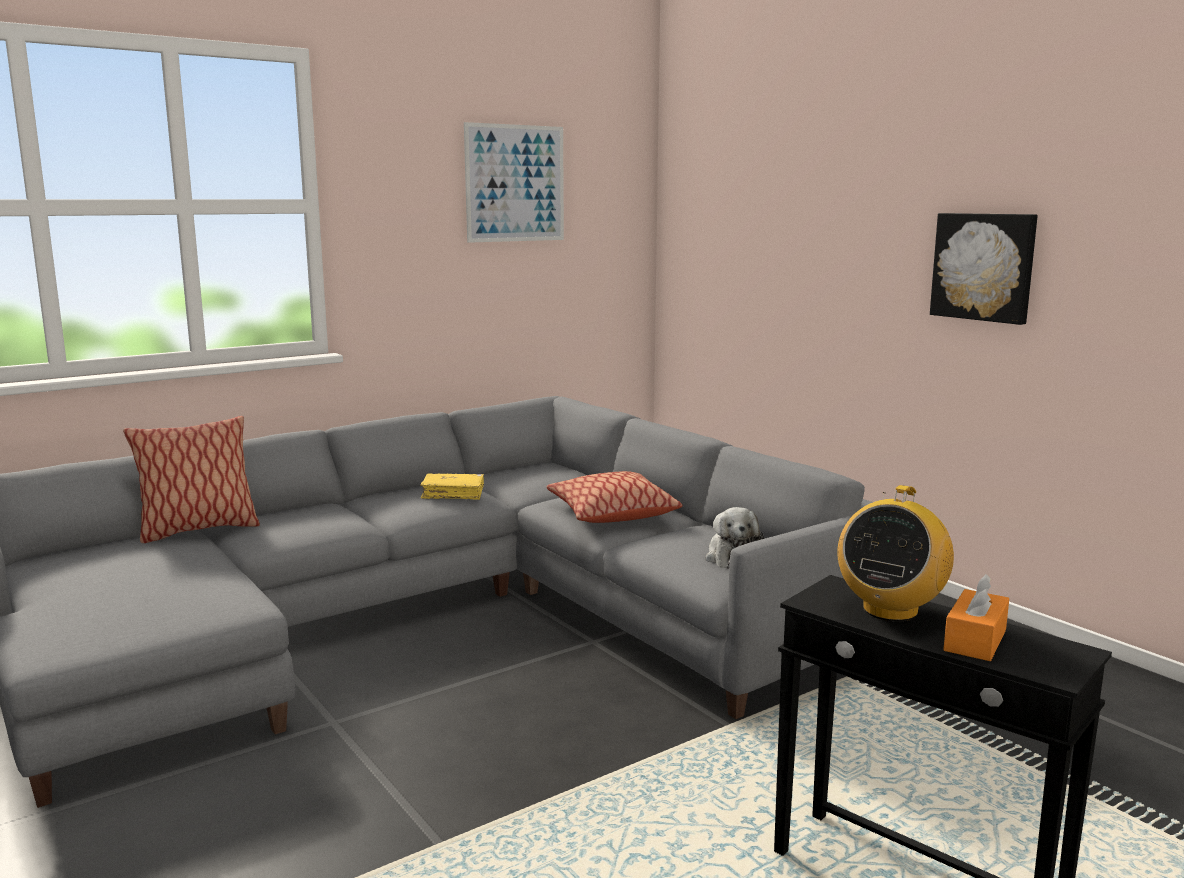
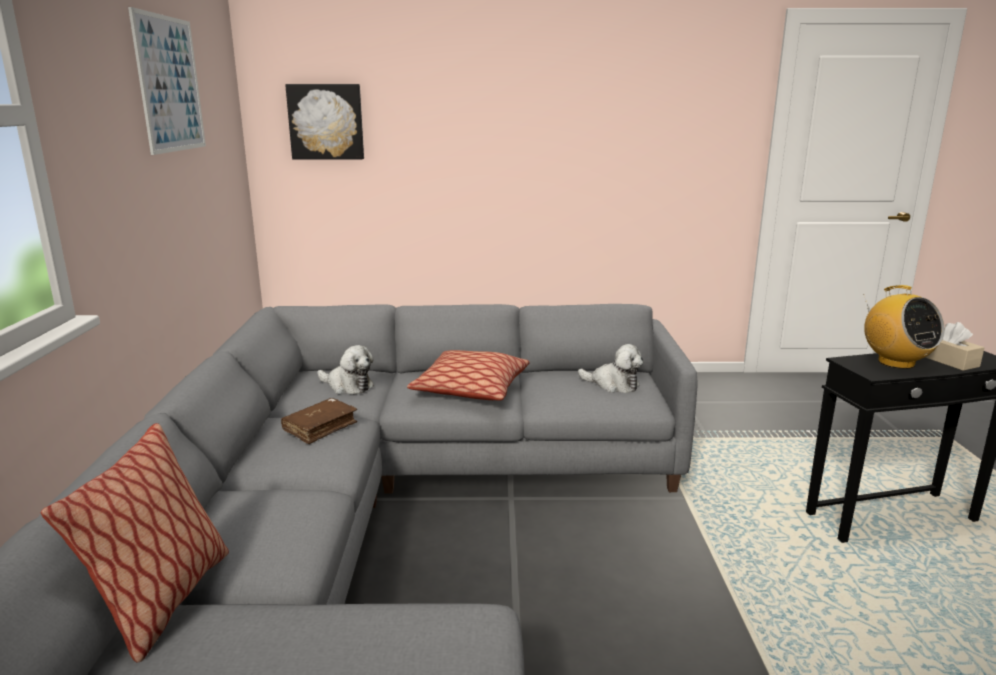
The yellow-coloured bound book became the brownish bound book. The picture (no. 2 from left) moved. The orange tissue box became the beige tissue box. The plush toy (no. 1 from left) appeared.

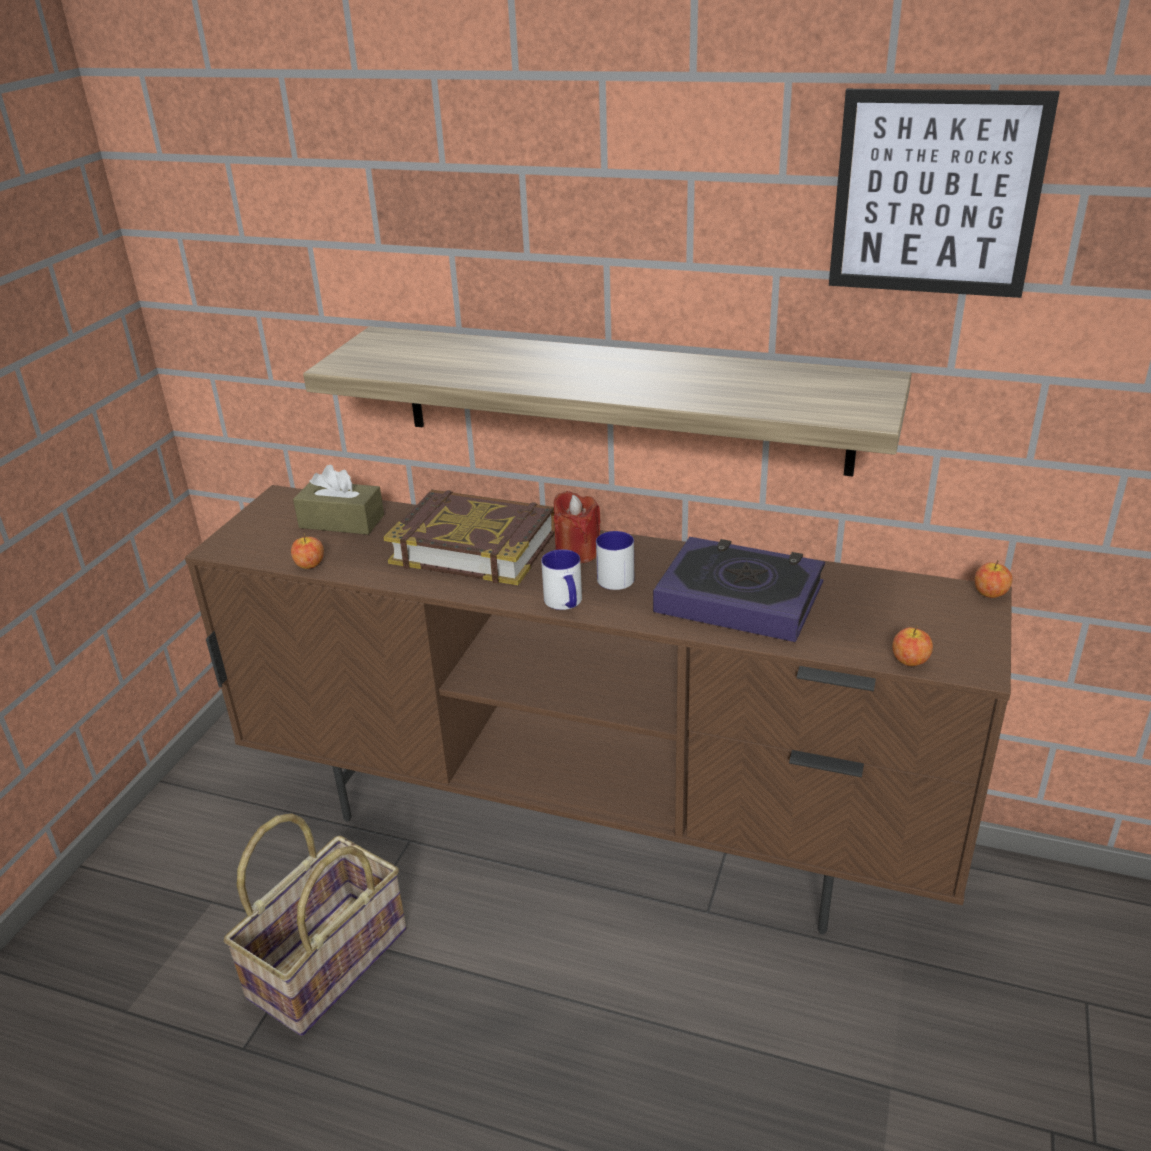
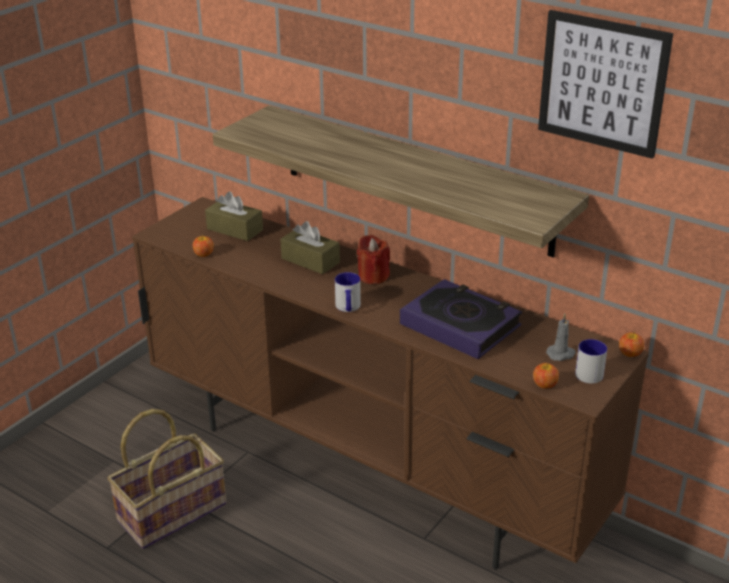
The bound book (no. 1 from left) was replaced by the brownish tissue box (no. 2 from left). The tea mug (no. 2 from left) moved. The grey wax candle appeared.

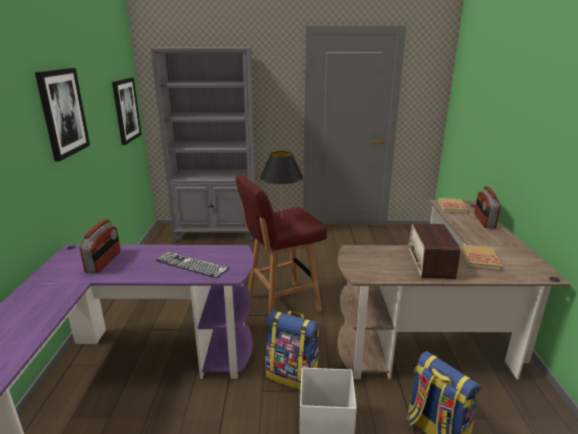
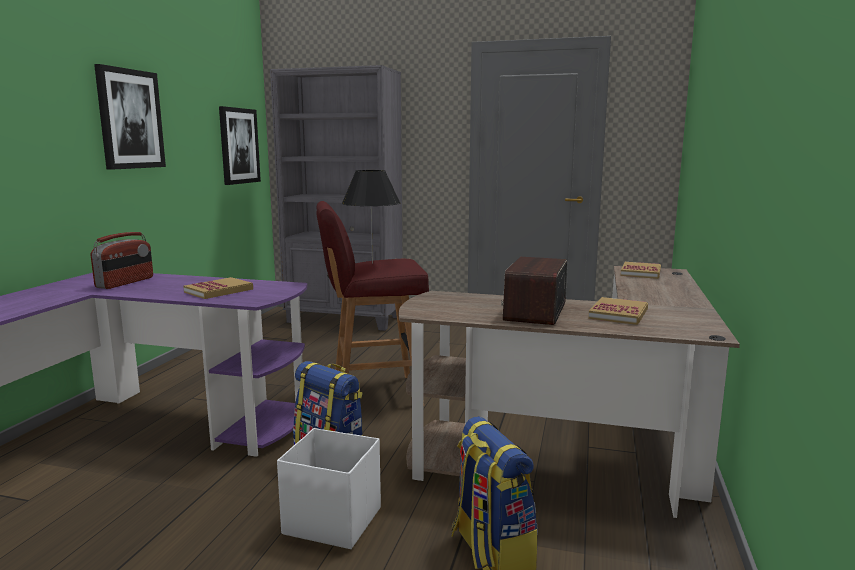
The keyboard was replaced by the bound book (no. 1 from left). The radio receiver (no. 3 from left) disappeared.

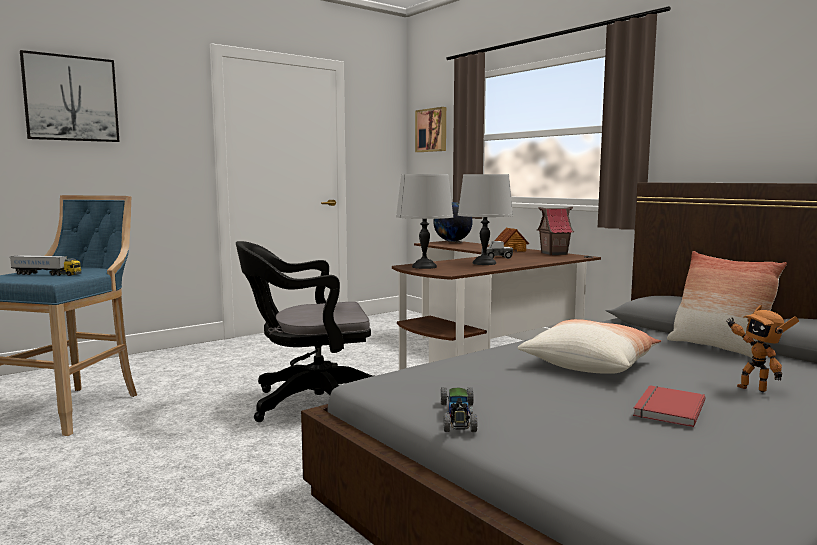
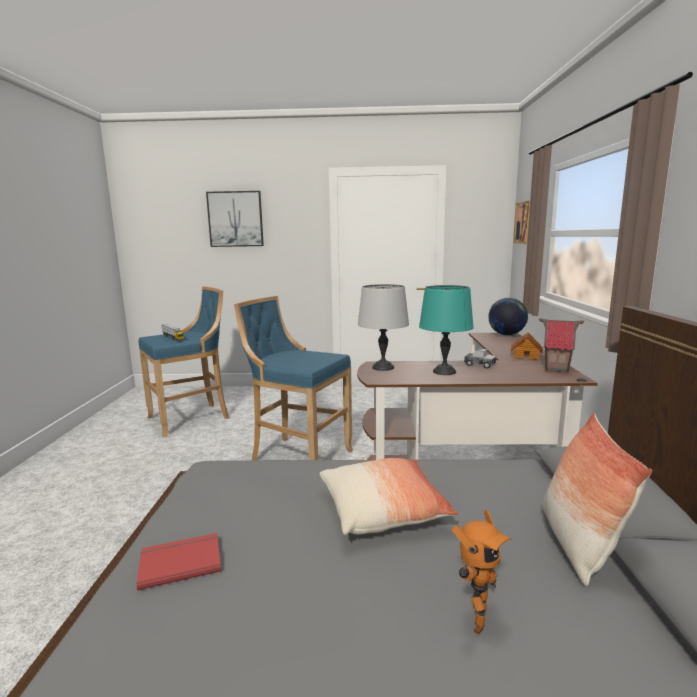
The black desk chair was replaced by the blue sitting stool (no. 2 from left). The miniature car disappeared. The grey lamp for a table (no. 2 from left) became the turquoise-coloured lamp for a table. The reddish bound book moved. The robot figure turned 150 degrees counterclockwise.

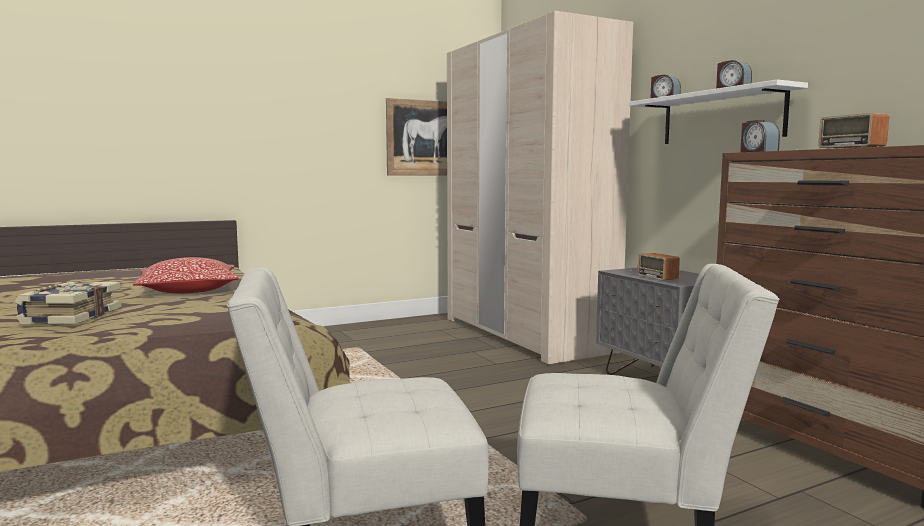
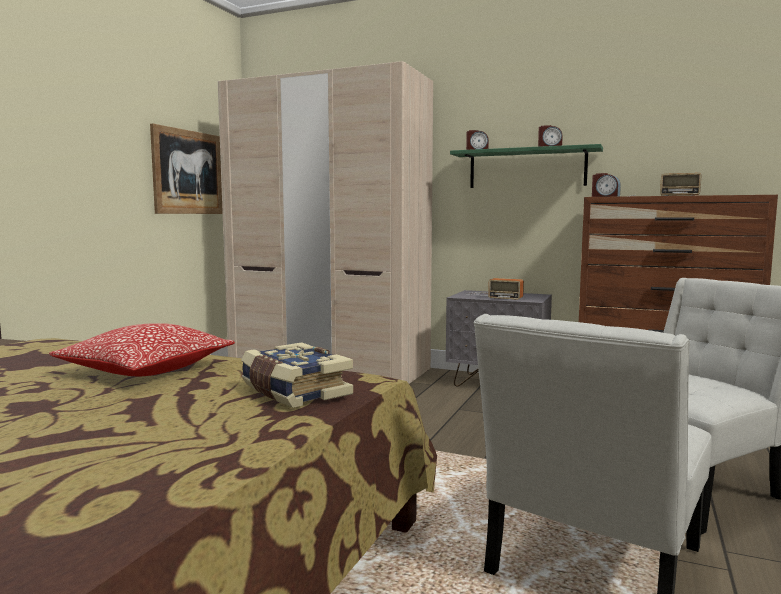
The bound book moved. The white-coloured shelf became the green shelf.

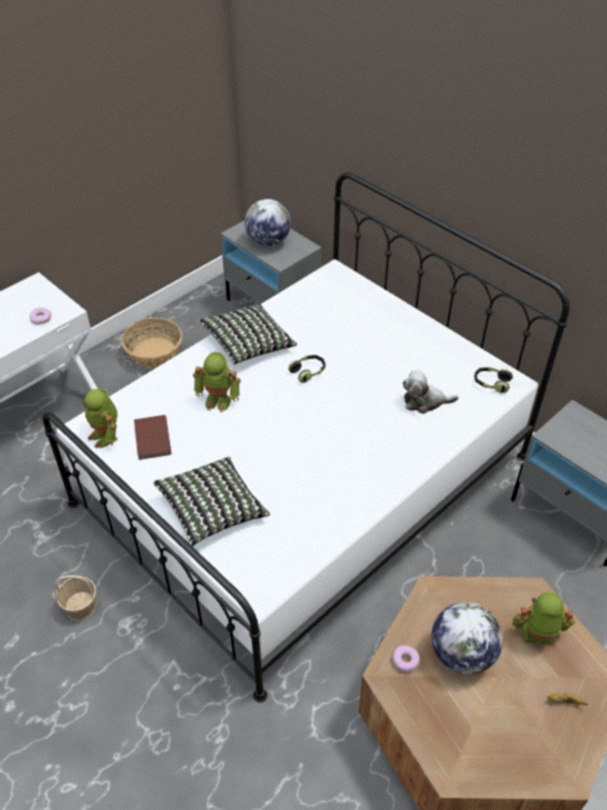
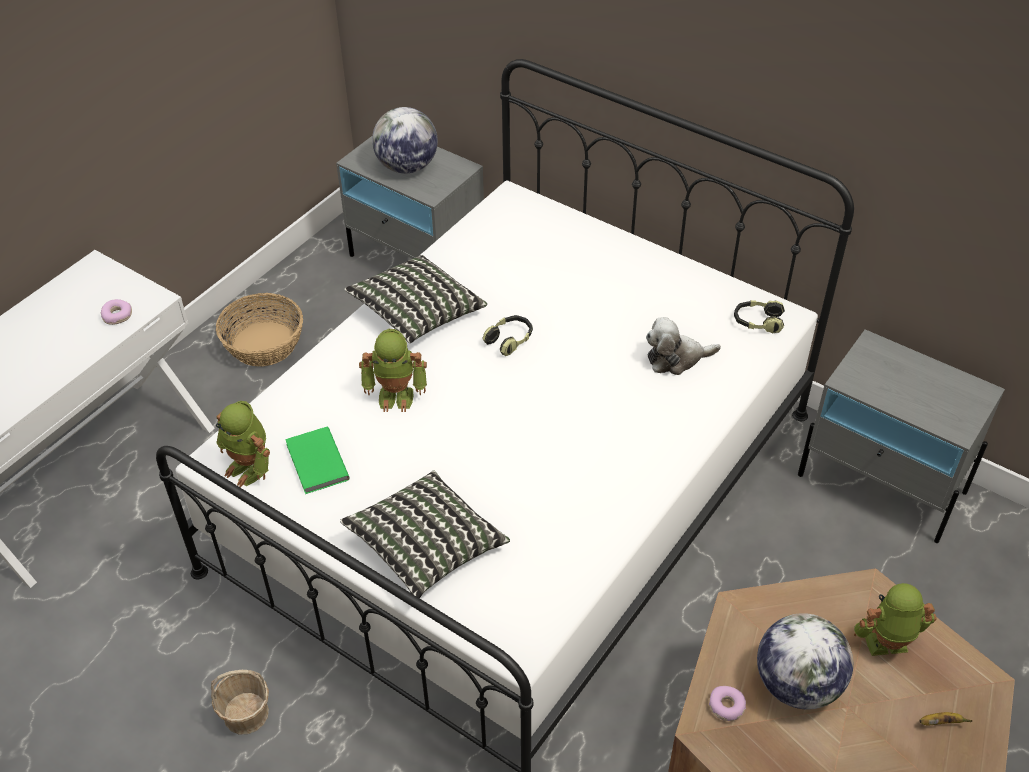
The brownish bound book became the green bound book.

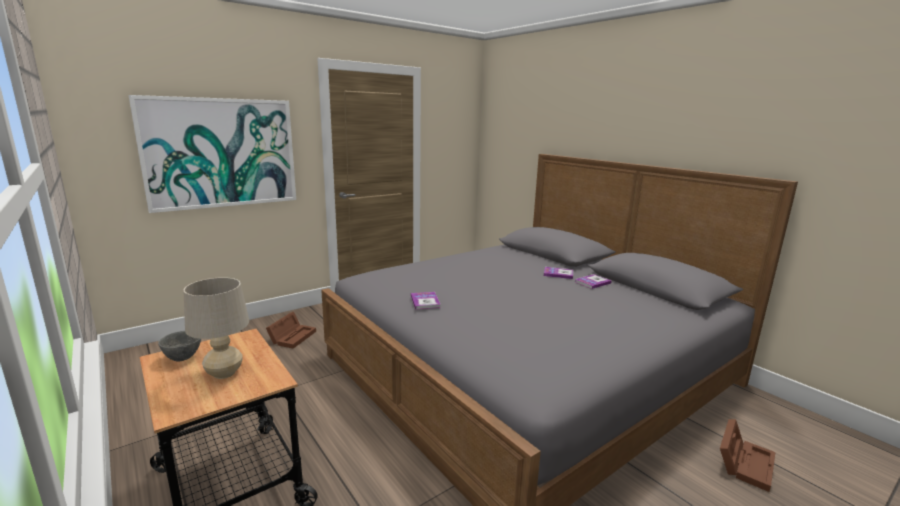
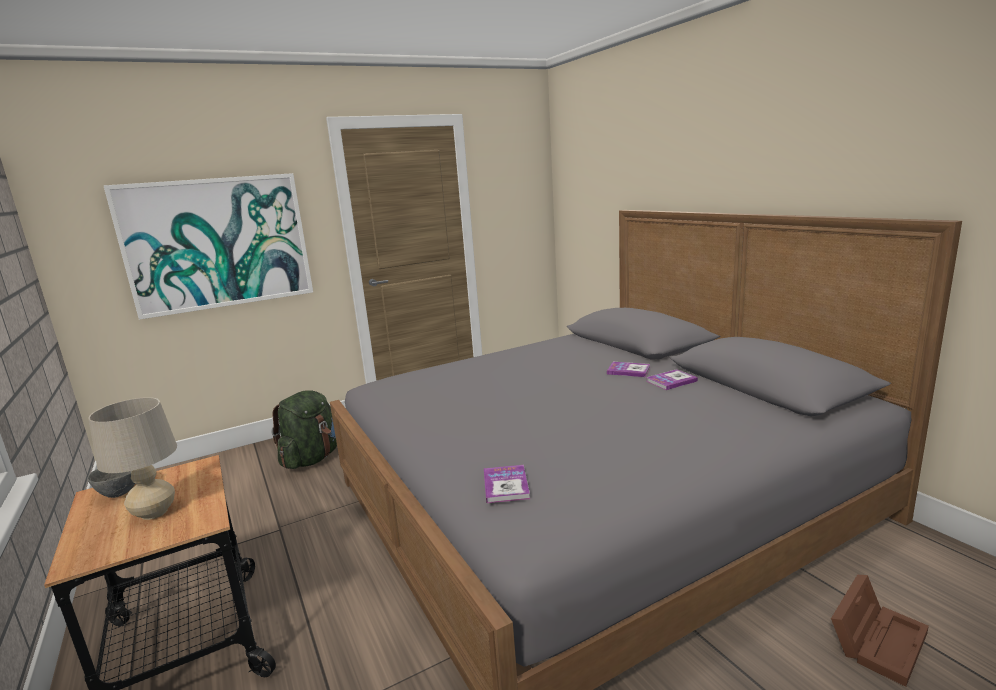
The brownish storage box (no. 1 from left) was replaced by the green backpack. The bound book (no. 1 from left) moved.

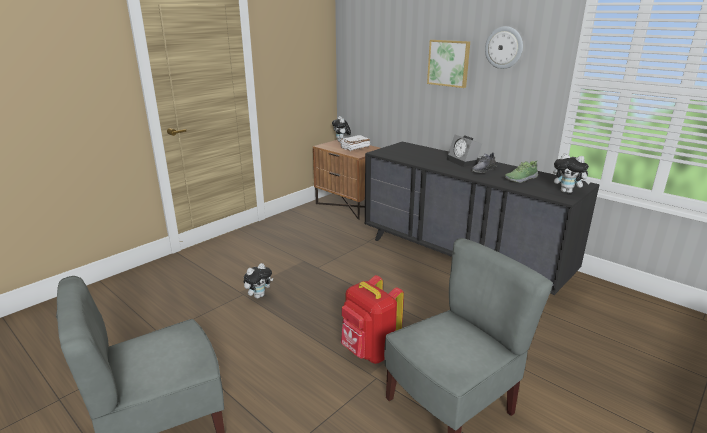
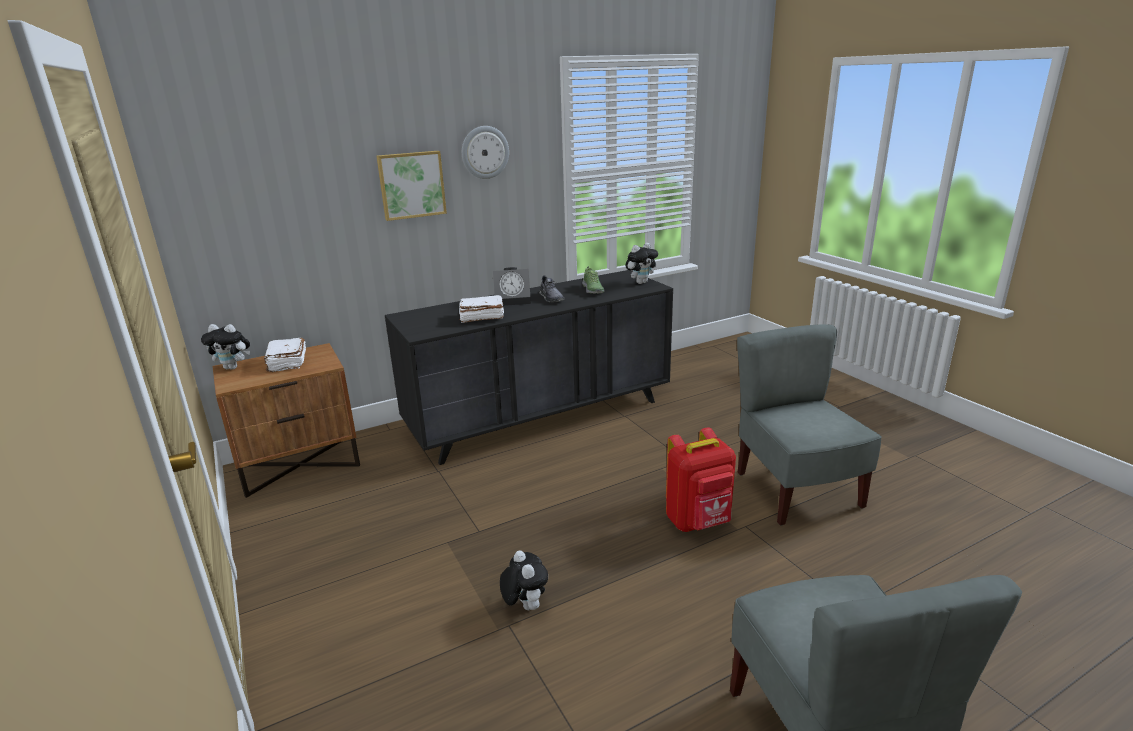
The white-coloured bound book (no. 2 from left) appeared.

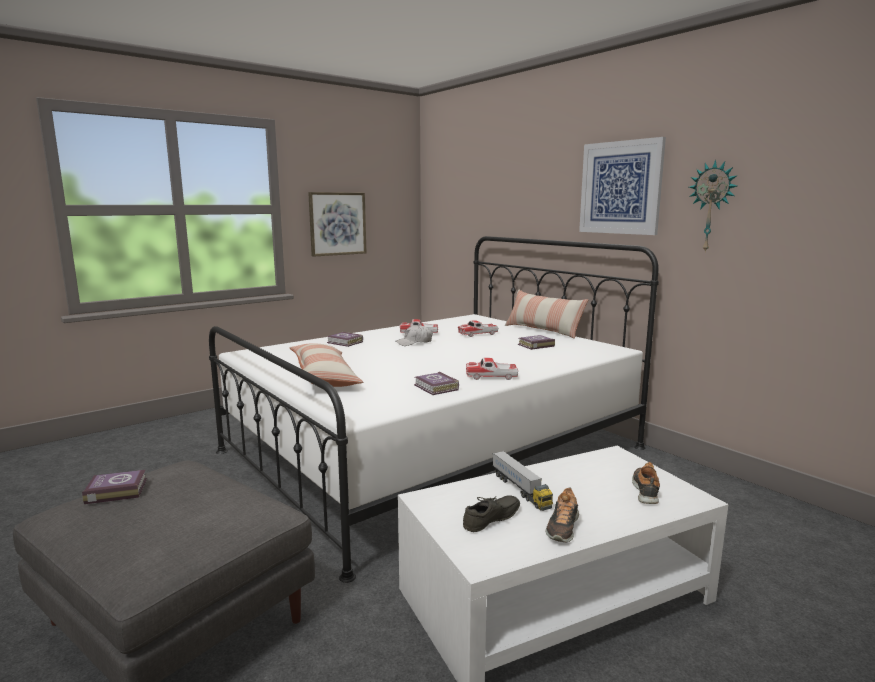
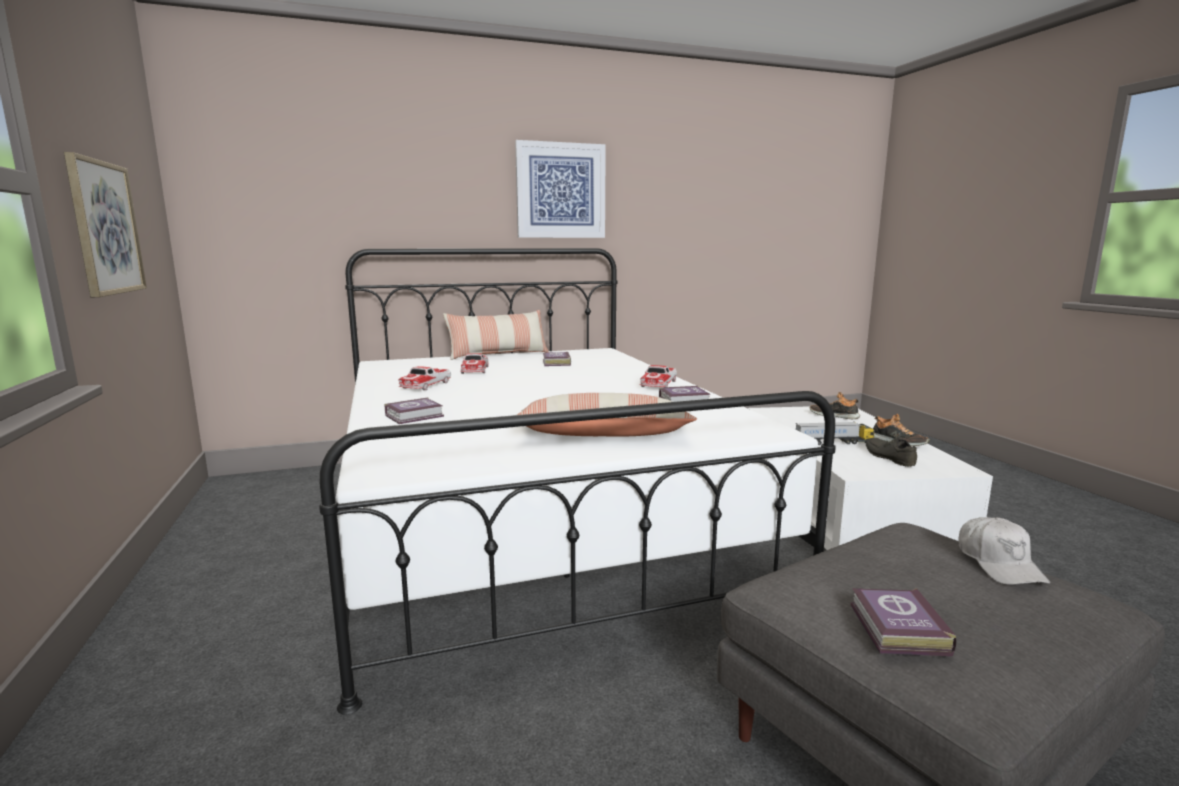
The white-coloured baseball cap moved. The clock on the wall disappeared.

